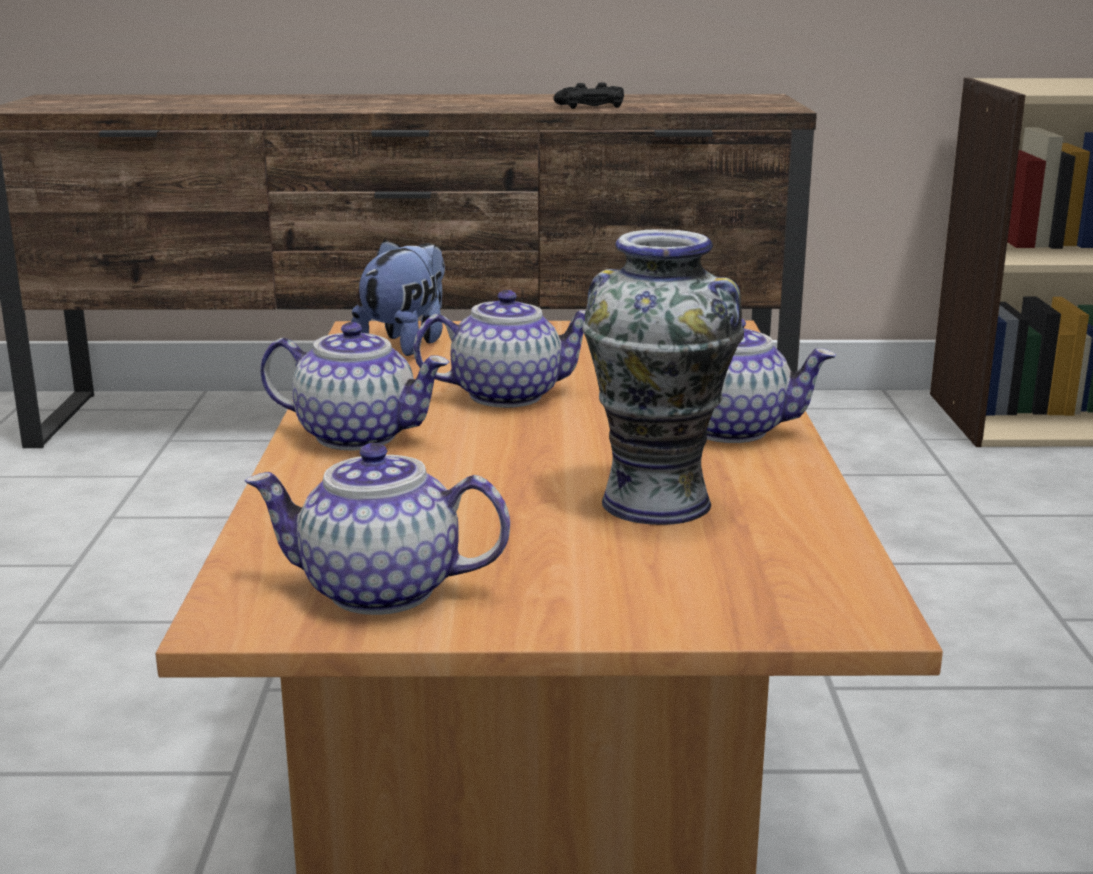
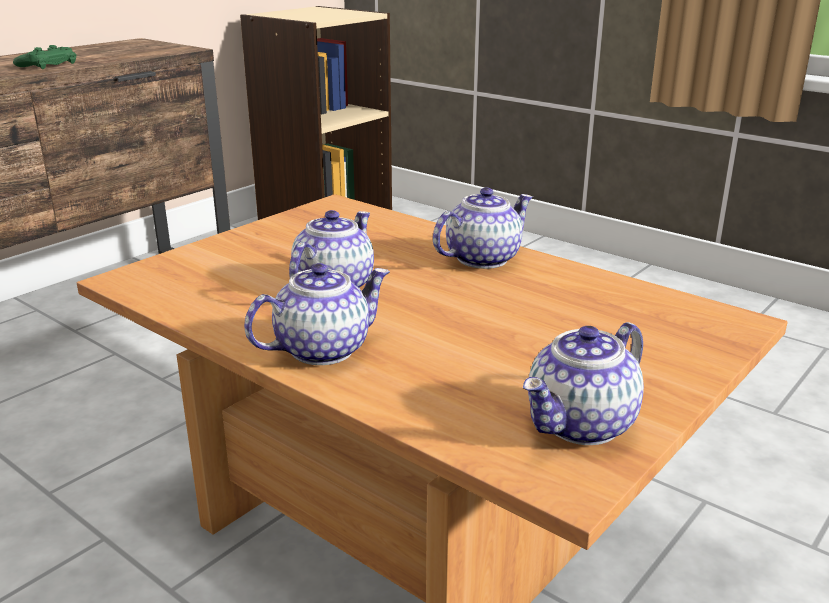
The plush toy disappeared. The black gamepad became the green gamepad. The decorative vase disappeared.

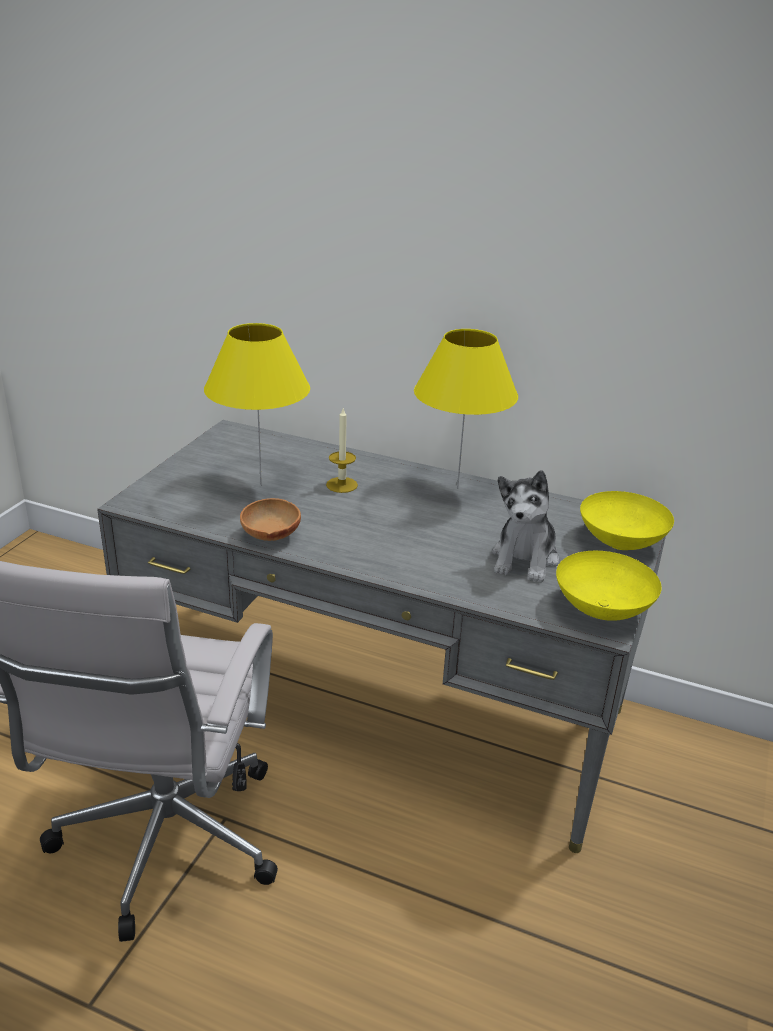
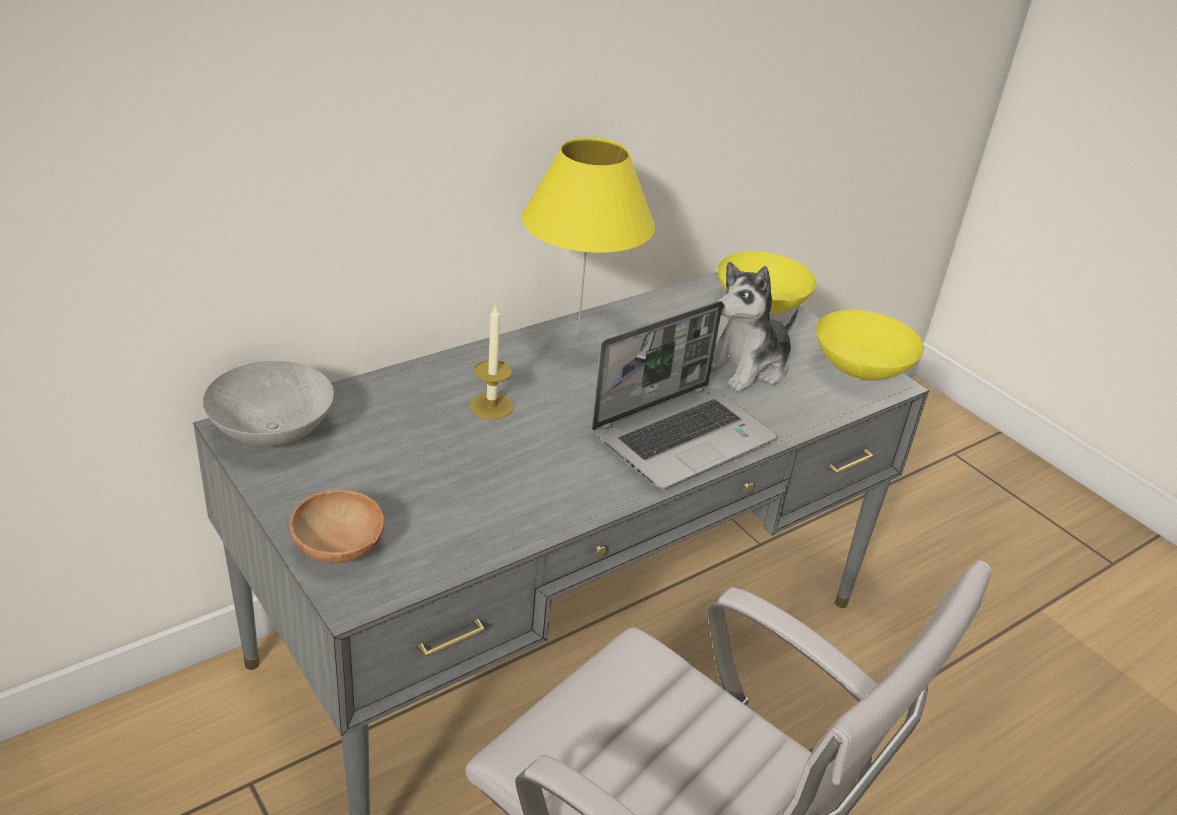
The yellow-coloured lamp for a table (no. 1 from left) disappeared. The brownish bowl moved. The plush toy turned 90 degrees clockwise. The grey bowl appeared. The laptop appeared.

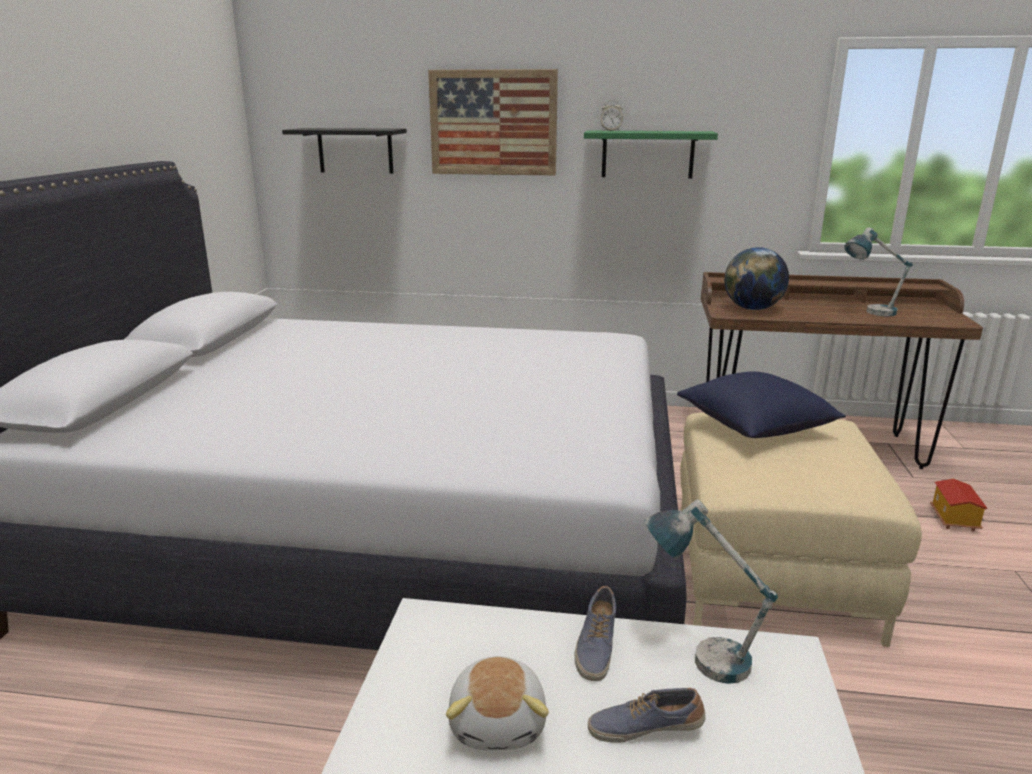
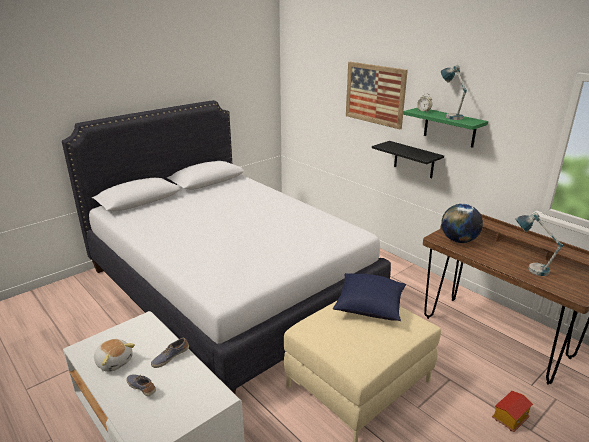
The black shelf moved. The plush toy turned 90 degrees counterclockwise. The lamp for a table (no. 1 from left) moved.

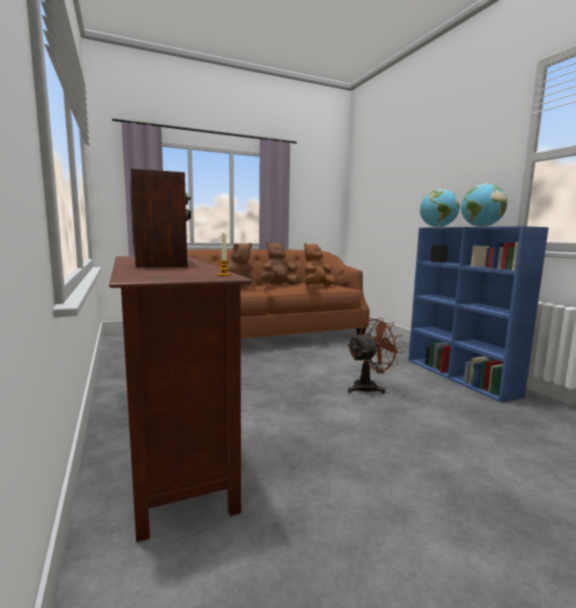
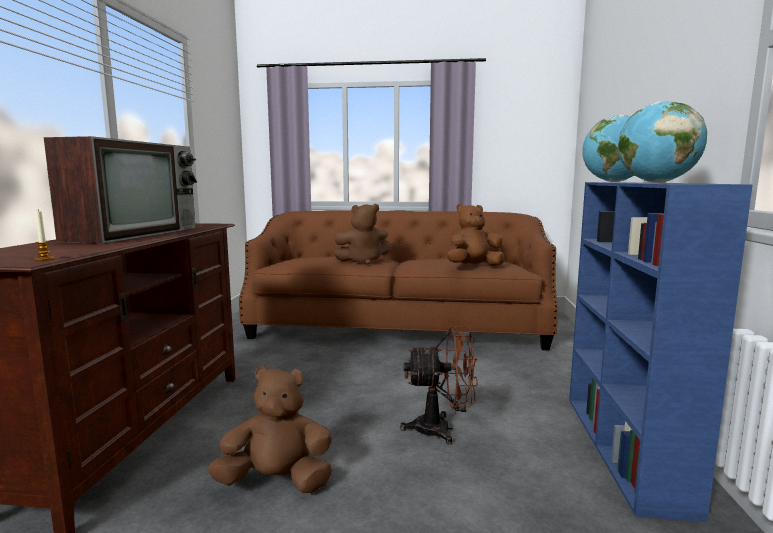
The brownish plush toy (no. 2 from left in the first image) moved.

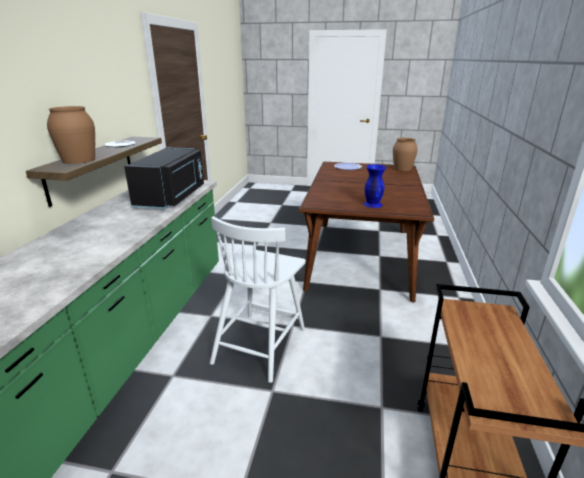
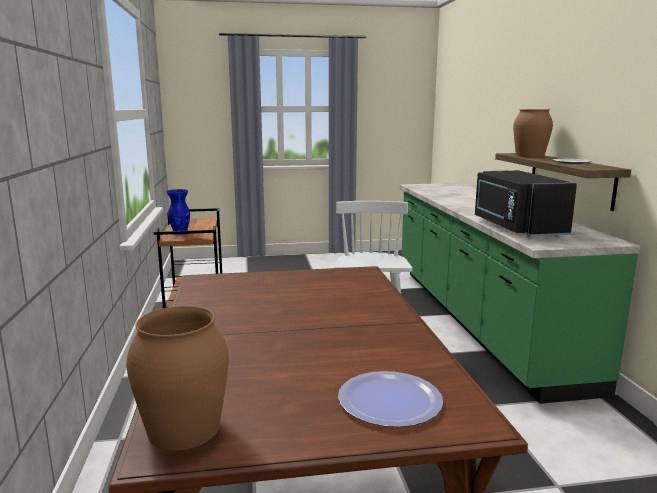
The blue decorative vase moved.

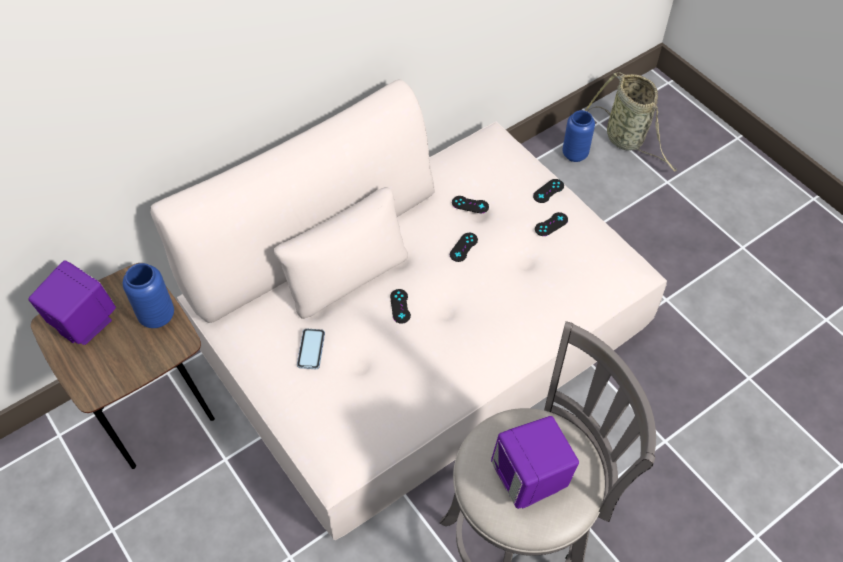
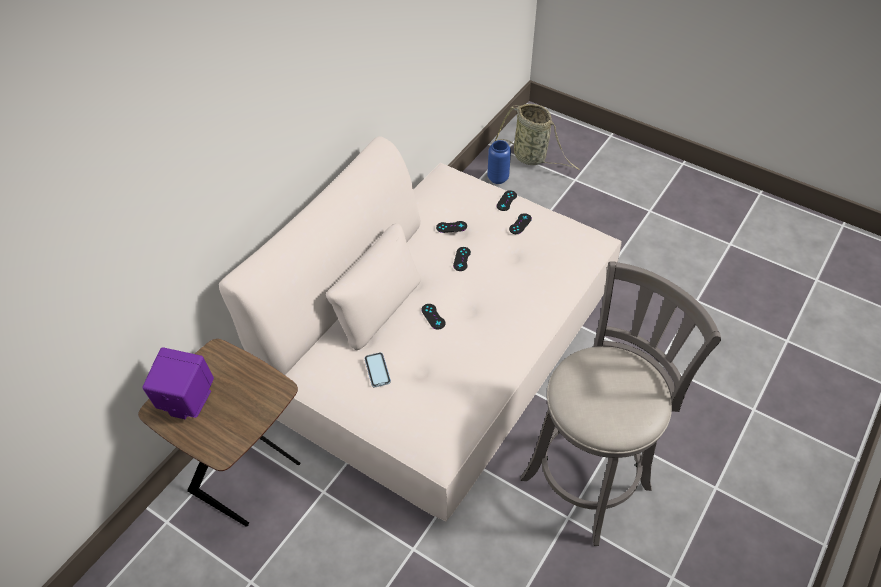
The blue decorative vase (no. 1 from left) disappeared. The purplish audio speaker (no. 2 from left) disappeared.

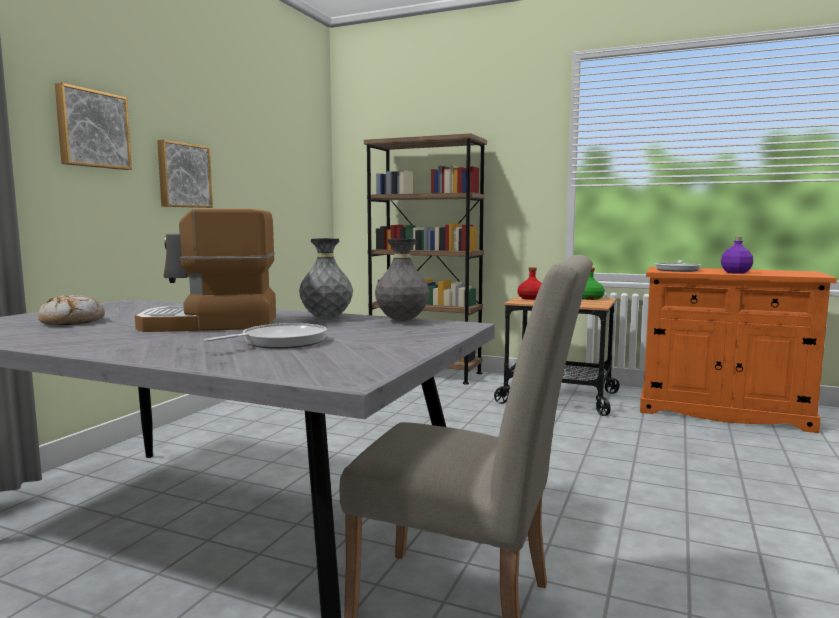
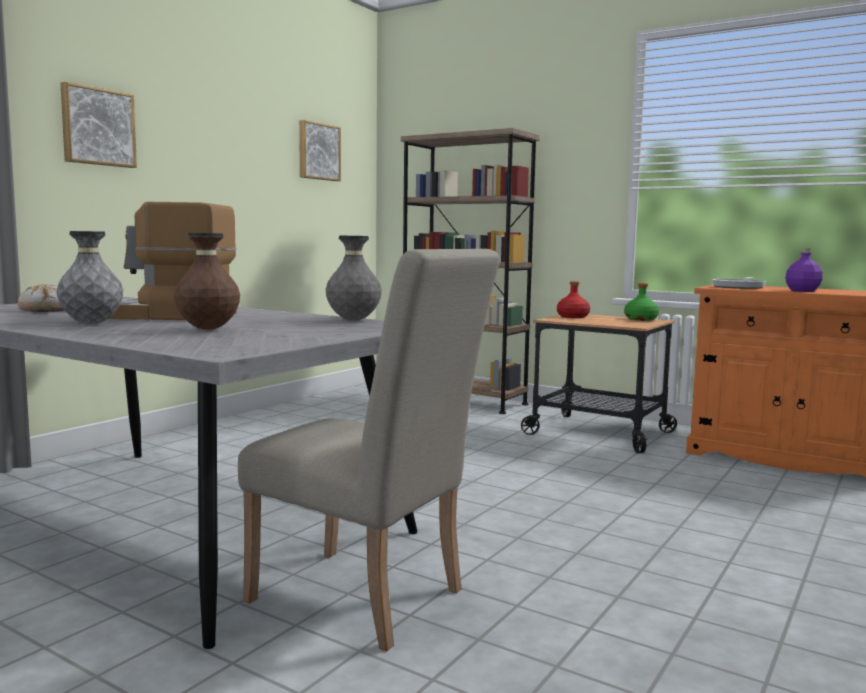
The picture (no. 2 from left) moved. The skillet (no. 1 from left) was replaced by the brownish decorative vase. The grey decorative vase (no. 1 from left) moved.

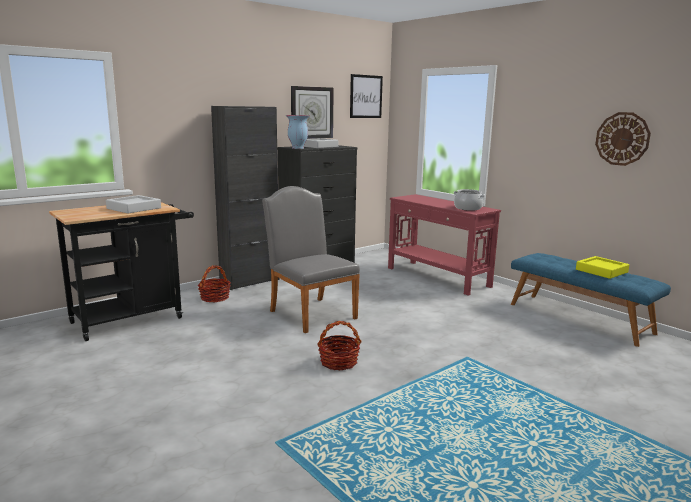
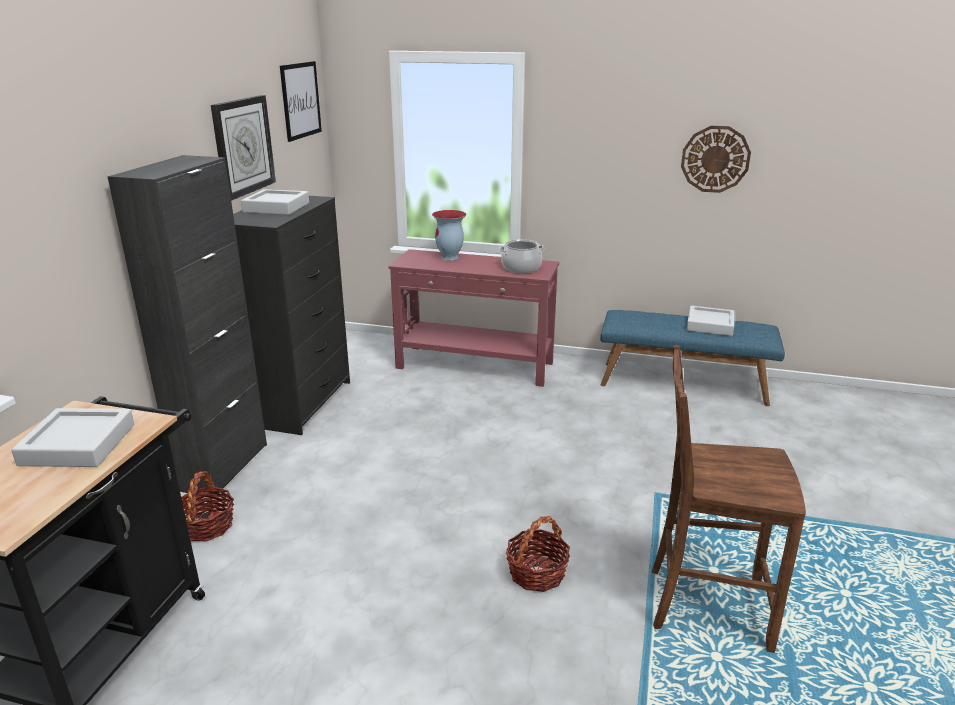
The grey plain chair disappeared. The decorative vase moved. The yellow-coloured tray became the grey tray (no. 3 from left). The brownish plain chair appeared.

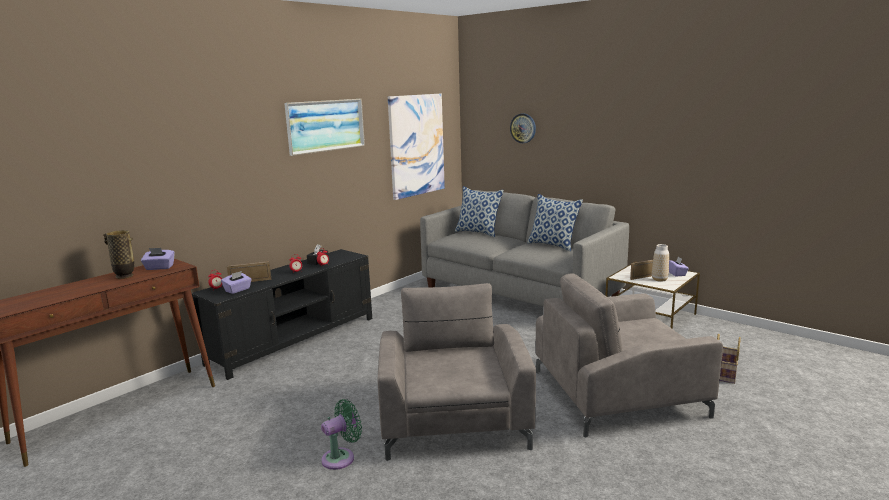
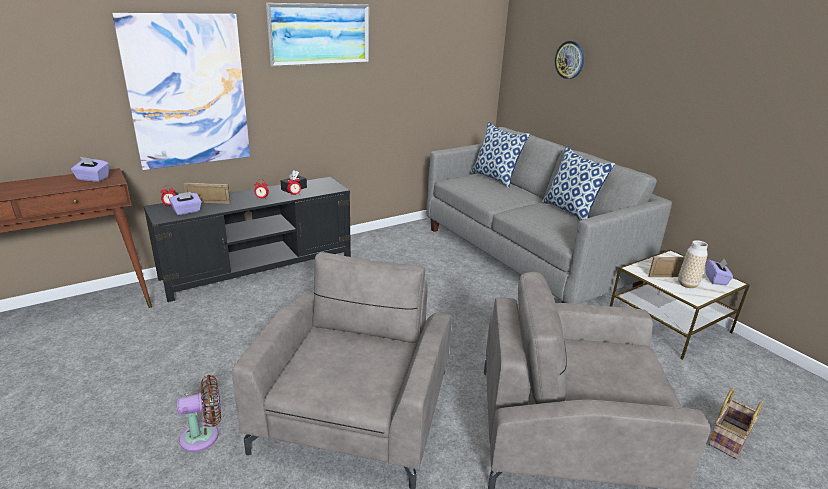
The decorative vase (no. 1 from left) disappeared. The green electric fan became the brownish electric fan. The picture (no. 2 from left in the first image) moved.

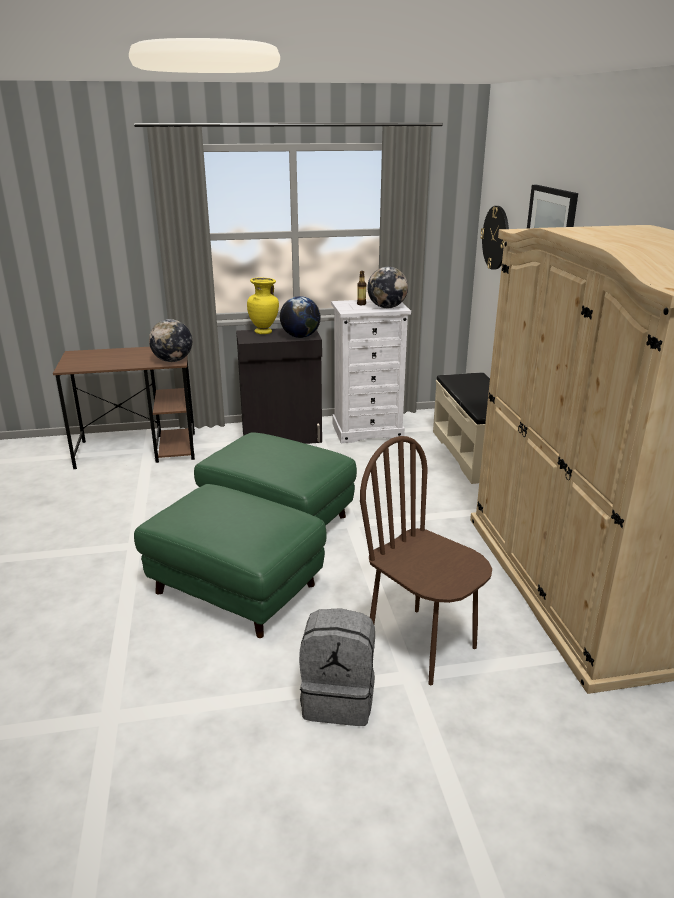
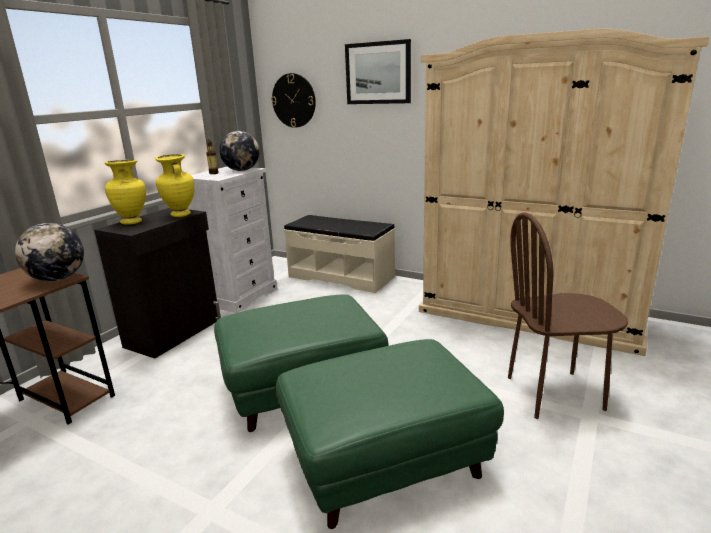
The desk globe (no. 2 from left) was replaced by the yellow-coloured decorative vase (no. 2 from left). The grey backpack disappeared.

